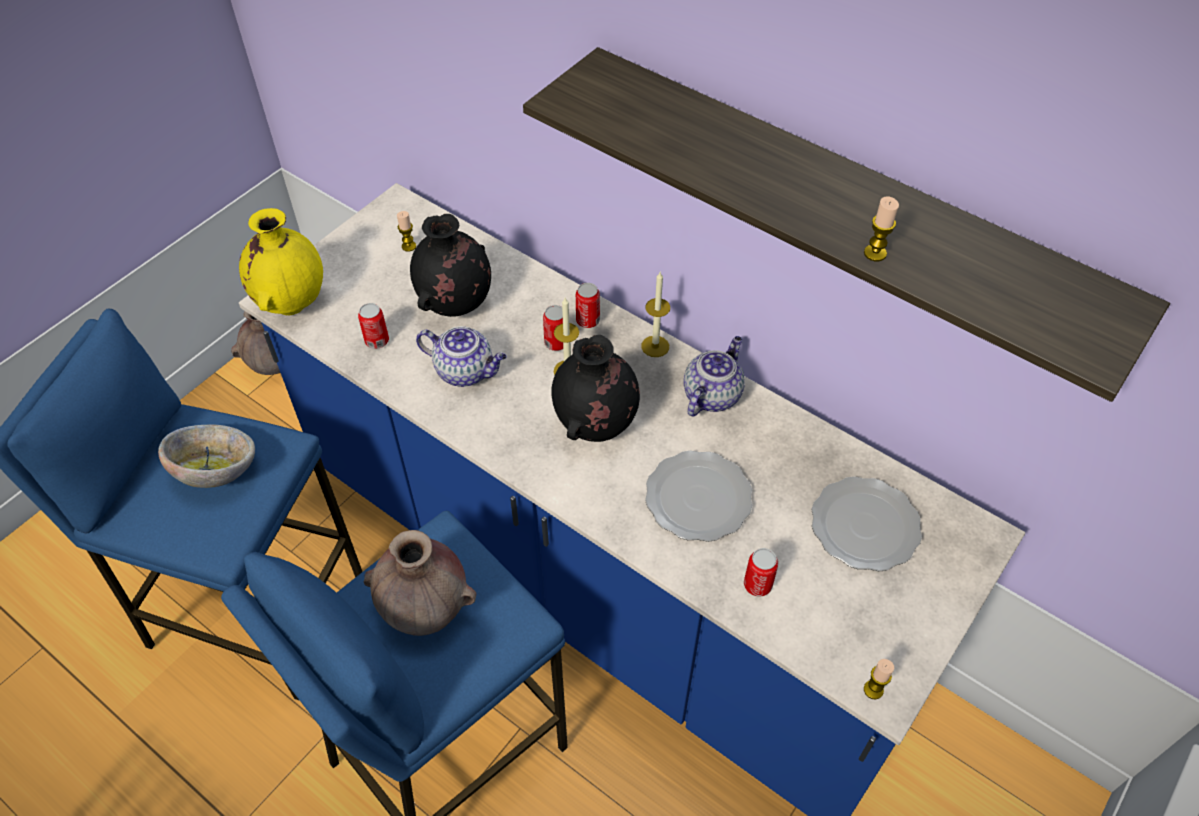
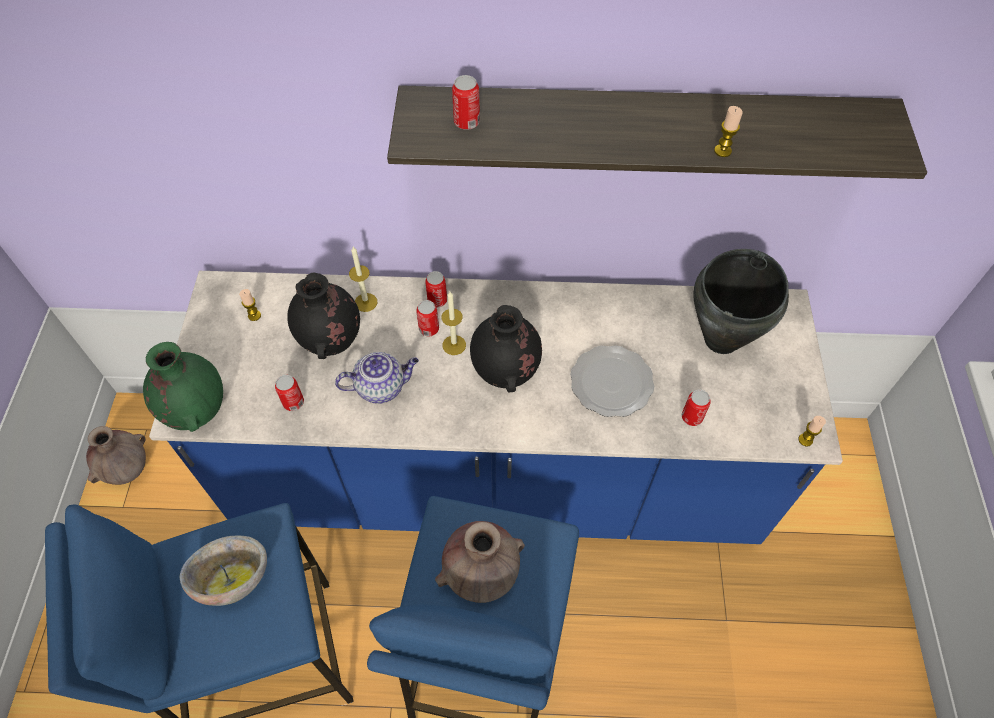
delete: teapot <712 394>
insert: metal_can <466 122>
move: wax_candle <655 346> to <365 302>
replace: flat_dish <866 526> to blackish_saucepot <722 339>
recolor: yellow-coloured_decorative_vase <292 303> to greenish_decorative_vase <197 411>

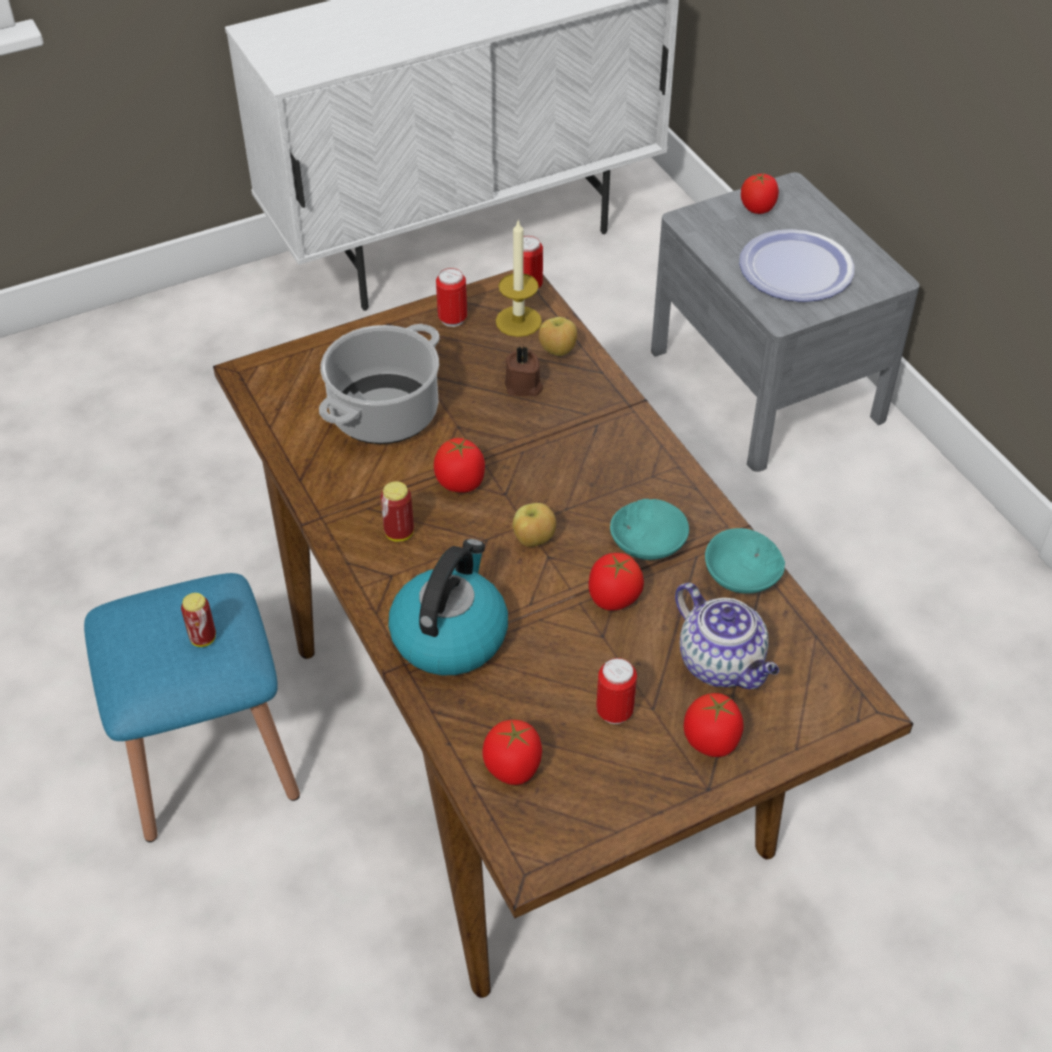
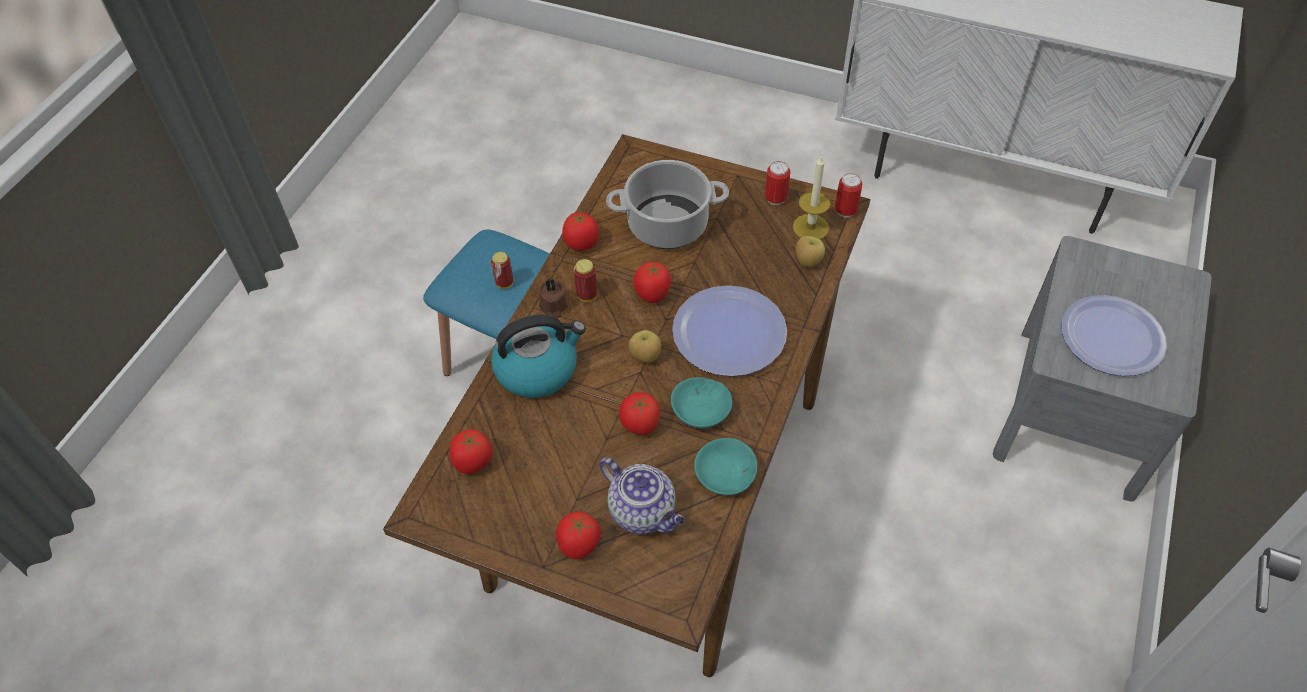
delete: metal_can <614 712>
insert: flat_dish <729 332>
move: fresh_tomato <758 208> to <582 243>; brownish_wax_candle <523 386> to <553 307>
rotate: teapot <723 664> = <644 512> 60 degrees counterclockwise

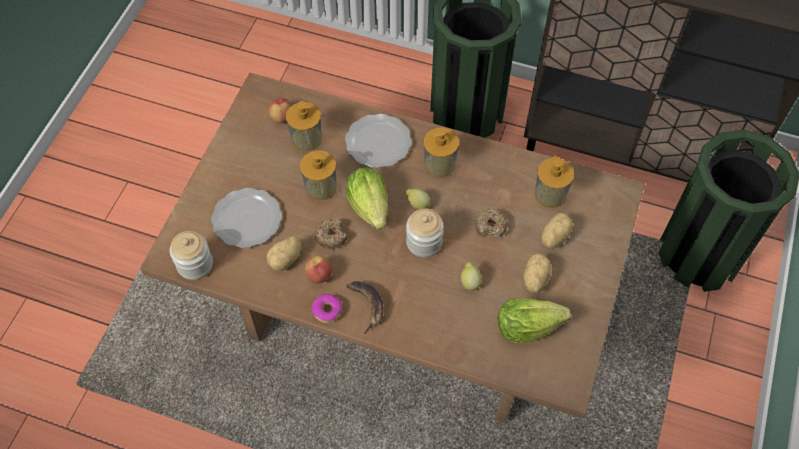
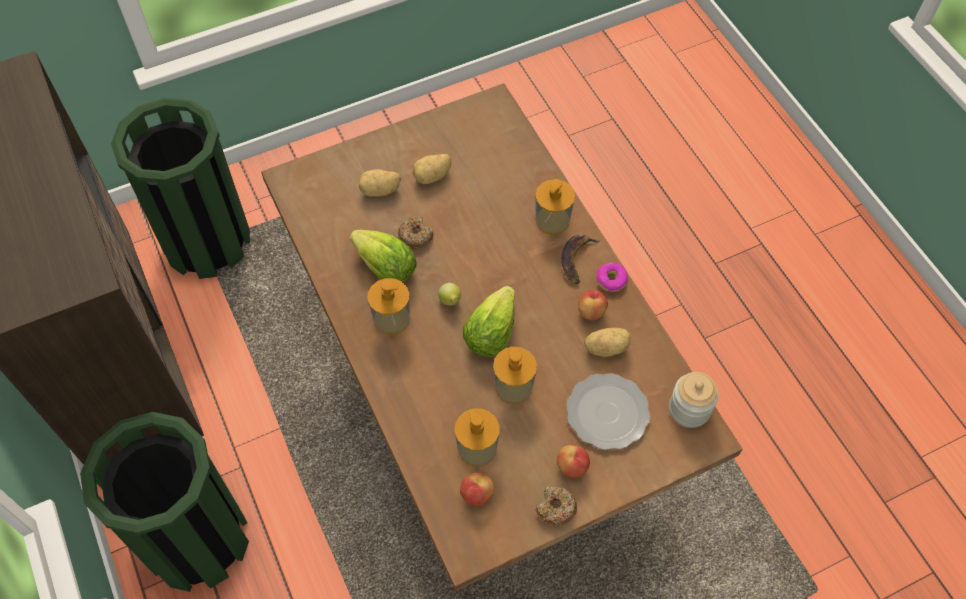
delete: flat_dish <377 143>; jar <424 242>; lemon <470 282>
insert: whole_apple <572 467>
move: liquid_soap_bottle <550 194> to <552 221>; ring_doughnut <331 236> to <555 508>; lettuce_head <526 327> to <386 268>

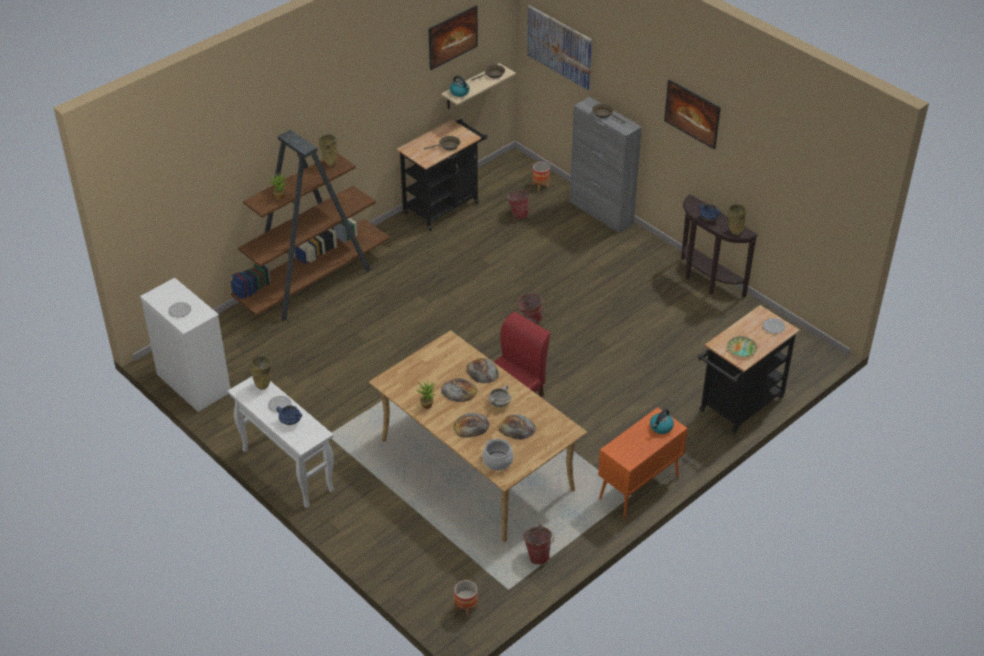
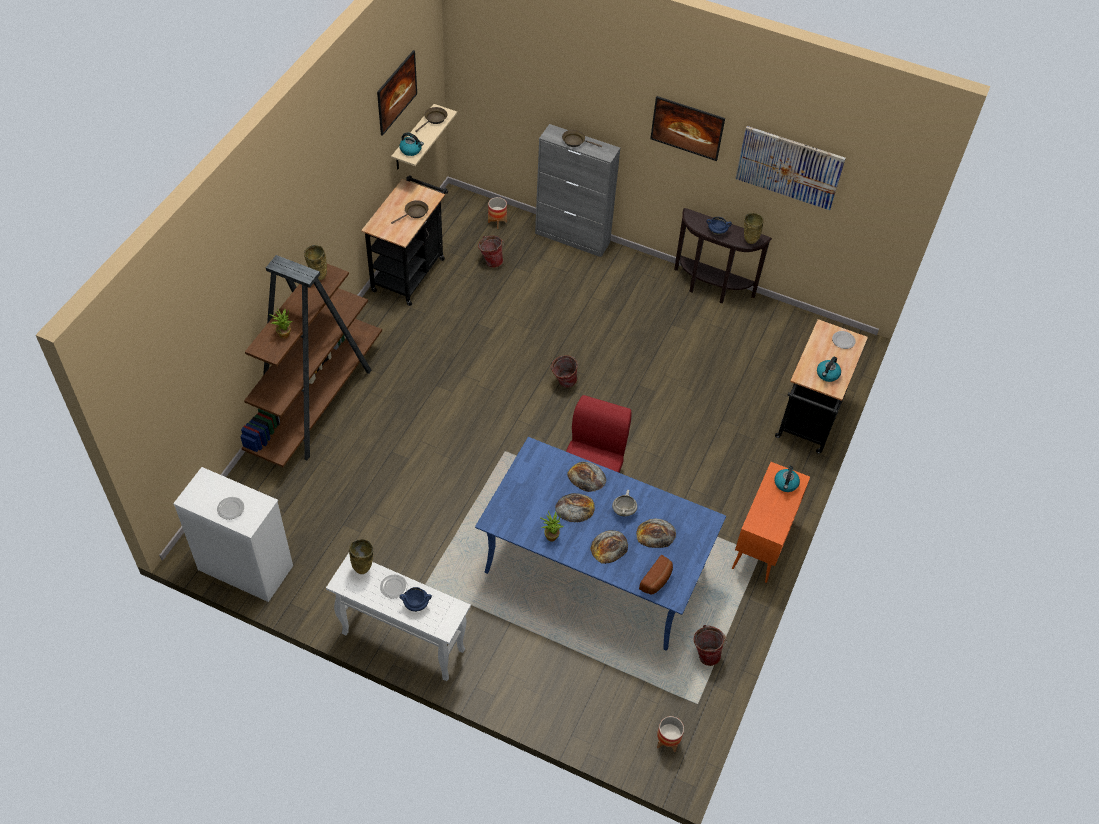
move: wall_art <559 47> to <789 167>
replace: flat_dish <742 348> to tea_kettle <827 374>; saucepot <497 461> to bakery_bread <657 580>
recolor: beige-coloured_dining_table <477 465> to blue_dining_table <595 569>

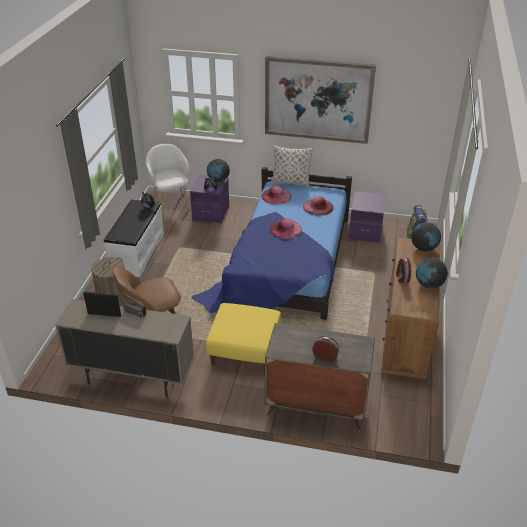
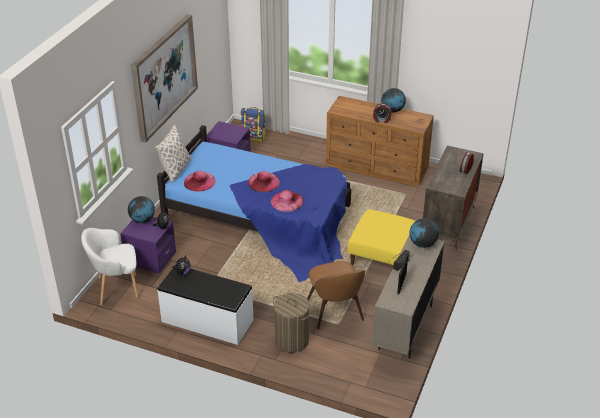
move: pink-coloured_wearable_hat <318 207> to <287 201>; globe <424 248> to <422 244>

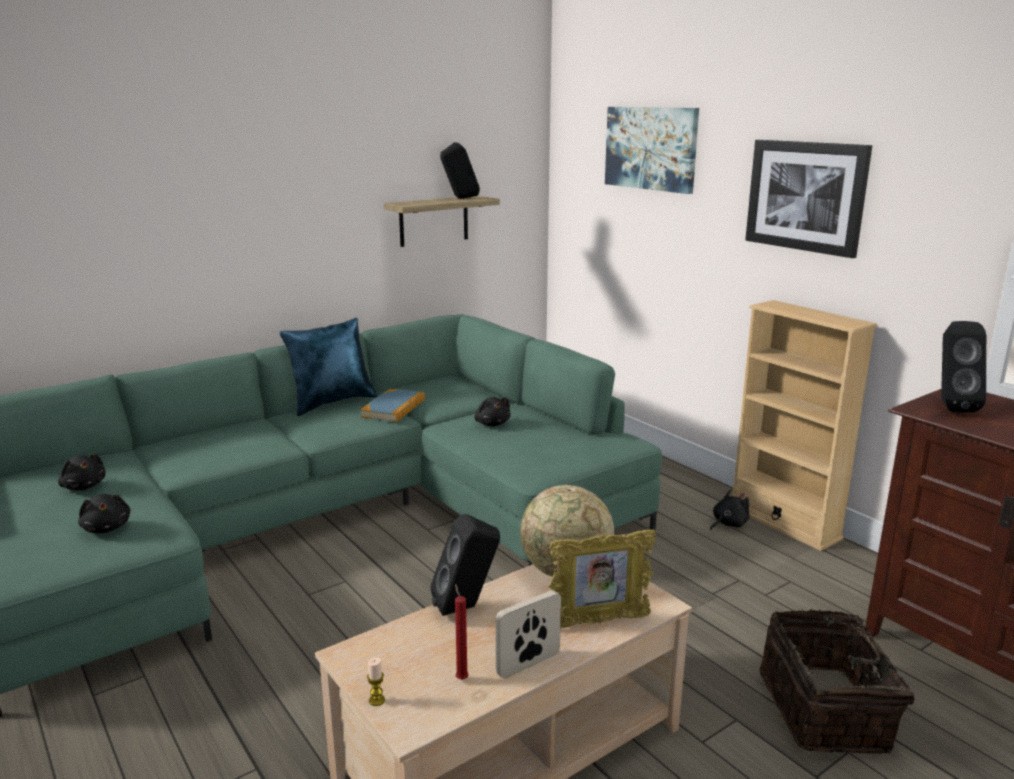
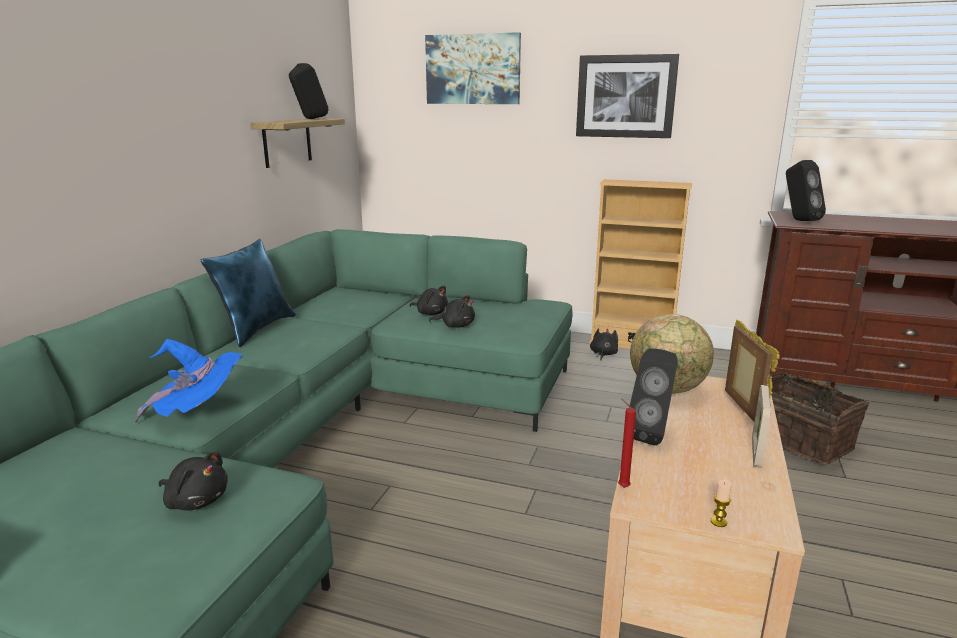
delete: bound_book <393 408>
insert: blue_wearable_hat <201 412>
move: blackish_cuddly_toy <84 486> to <455 325>; reddish_wax_candle <461 678> to <621 487>
rotate: picture_frame <599 622> = <742 411> 45 degrees counterclockwise

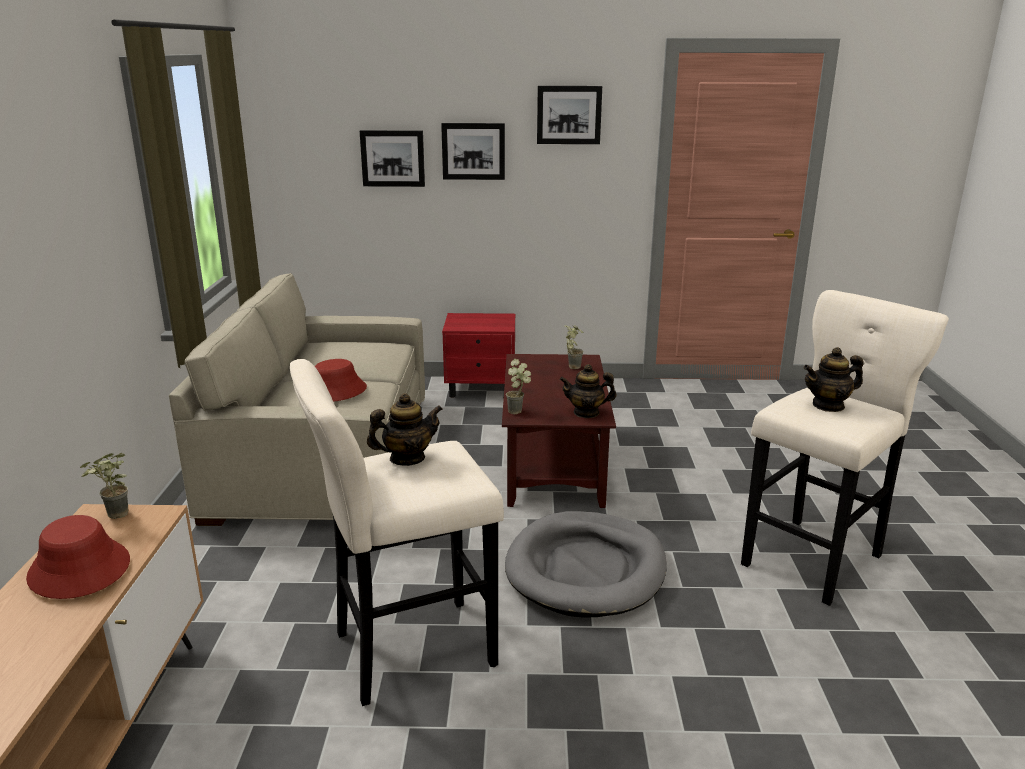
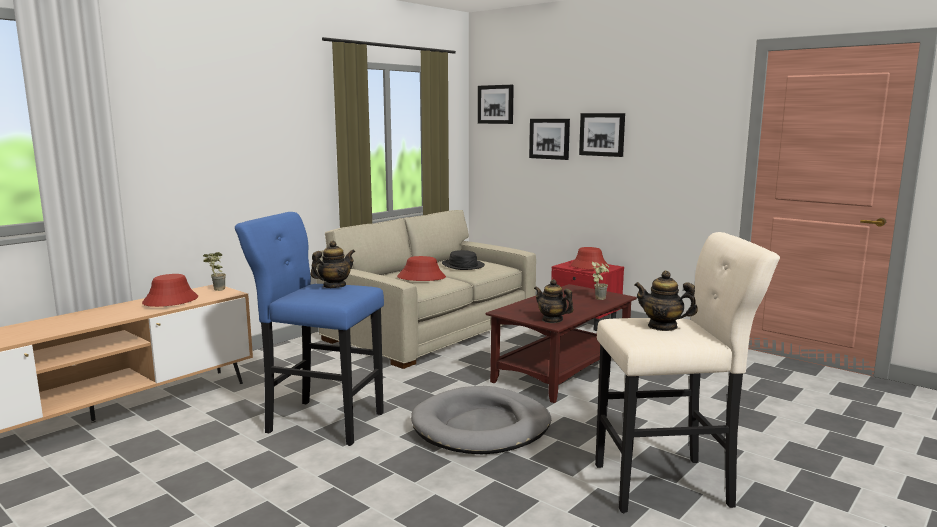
delete: houseplant <519 412>
insert: reddish_wearable_hat <589 266>; blackish_wearable_hat <463 265>
move: wall_art <569 115> to <496 104>
recolor: beige-coloured_stool_seat <406 651> to blue_stool_seat <320 421>
rotate: teapot <407 459> = <334 286> 60 degrees counterclockwise

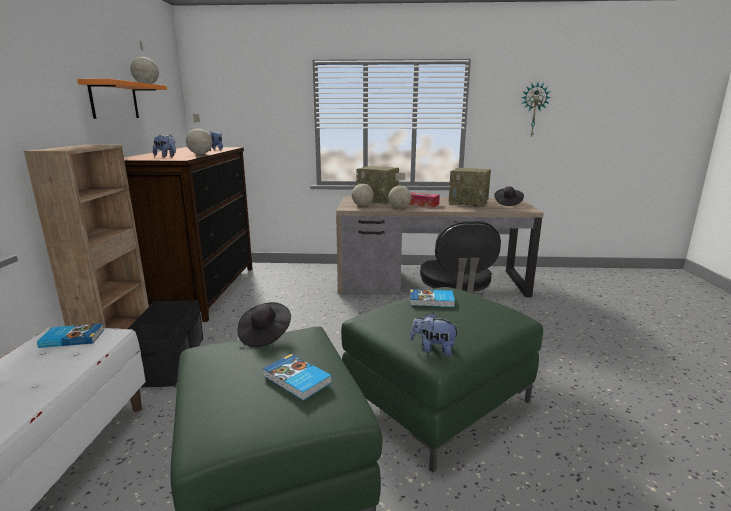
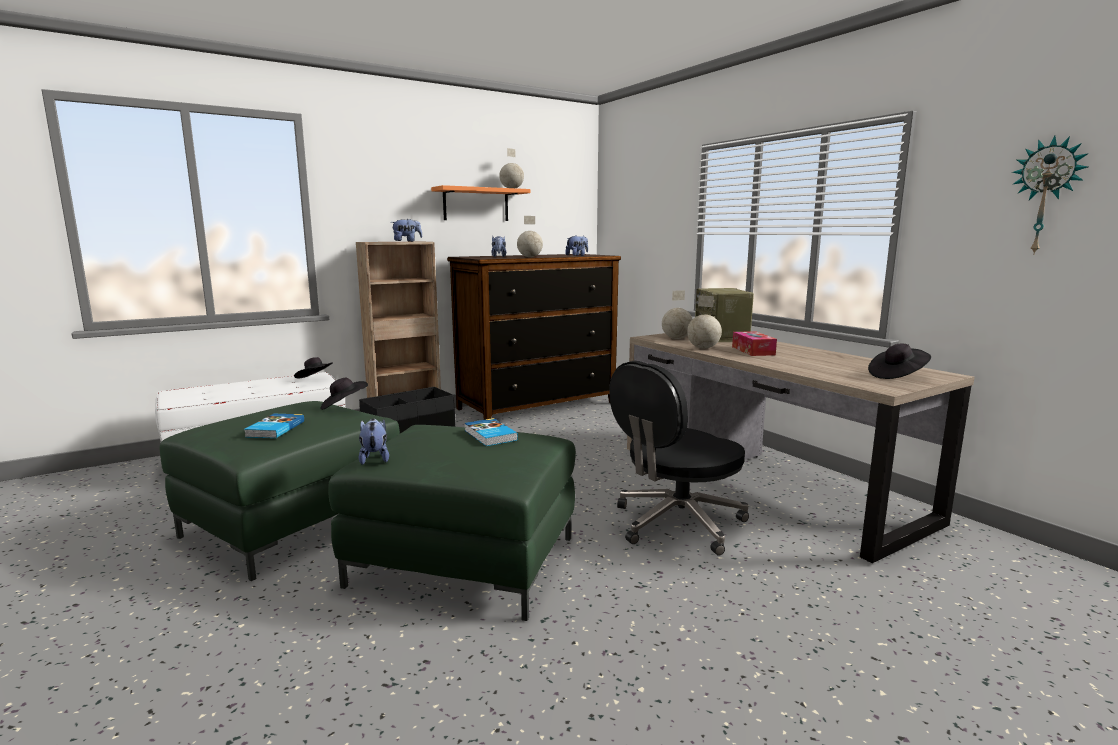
delete: radio <469 203>
insert: cuddly_toy <407 241>
replace: bound_book <72 338> to blackish_wearable_hat <315 379>

